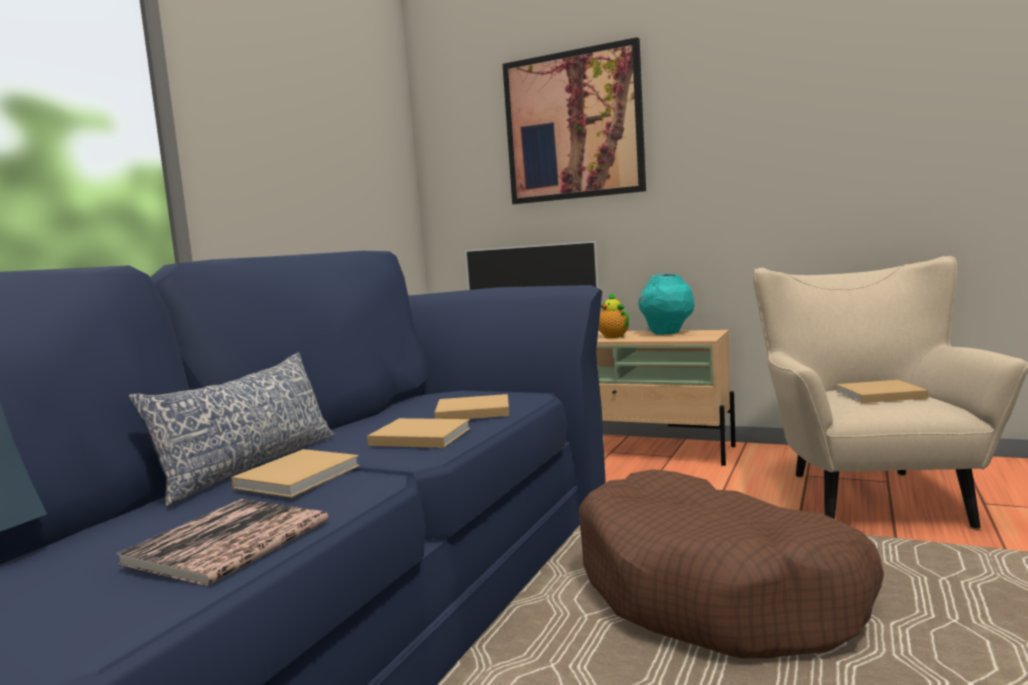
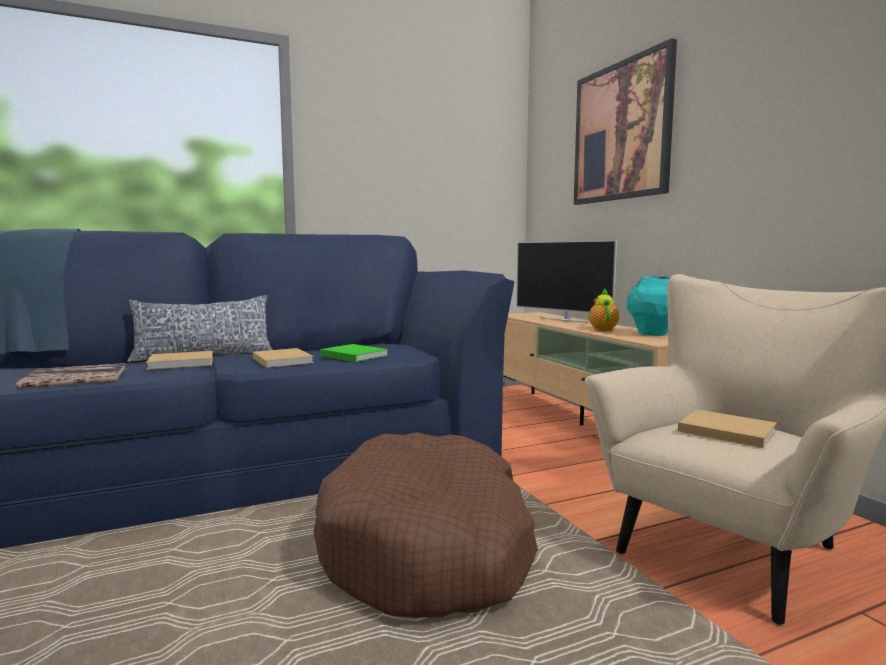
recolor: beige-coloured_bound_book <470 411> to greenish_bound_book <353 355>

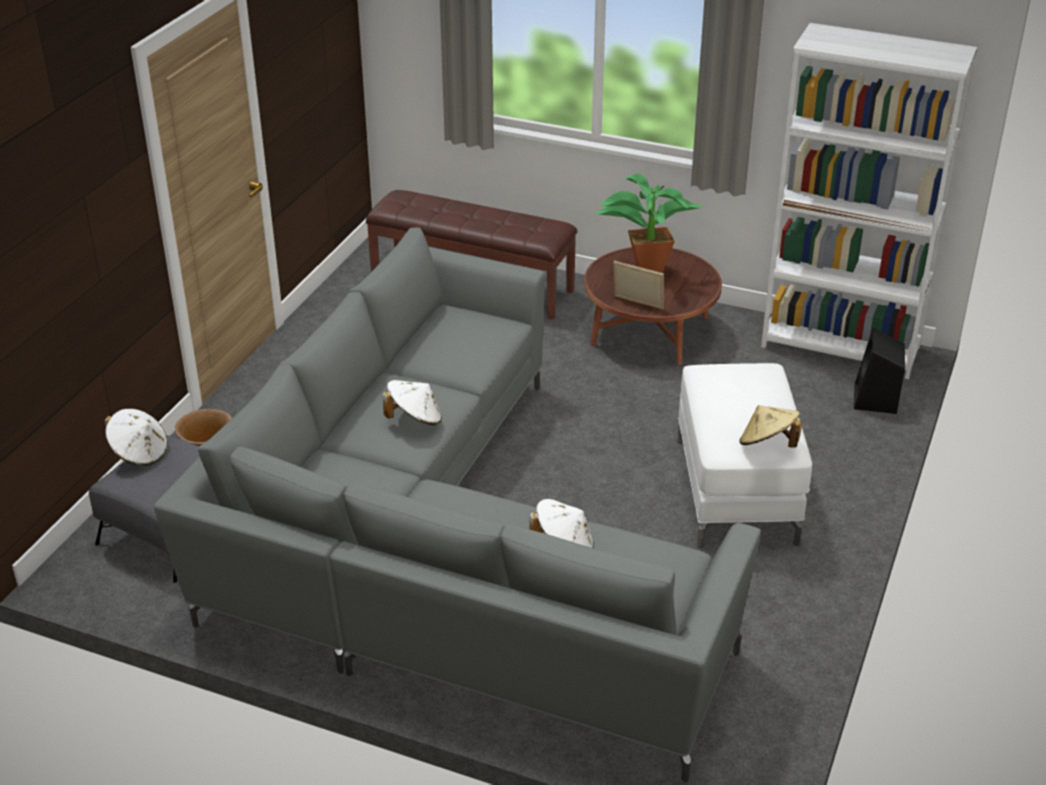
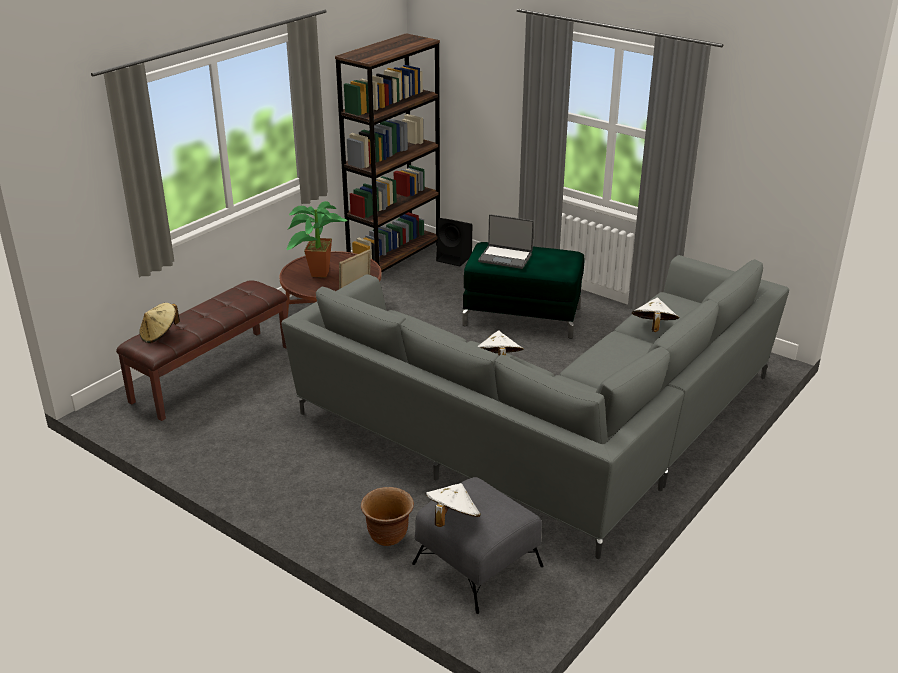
insert: portable_computer <505 257>
move: beige-coloured_wearable_hat <767 444> to <160 335>
recolor: whitish_shelving_unit <841 347> to brownish_shelving_unit <395 256>; whitish_ottoman <737 491> to greenish_ottoman <523 316>

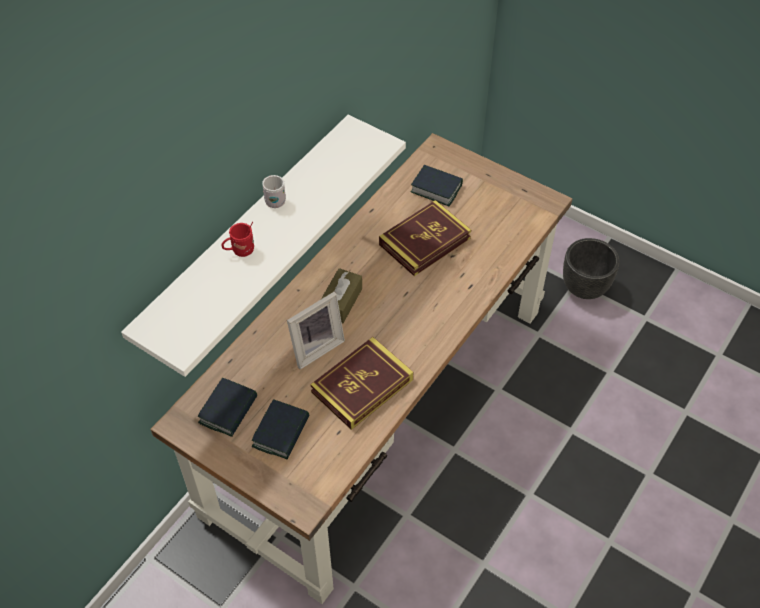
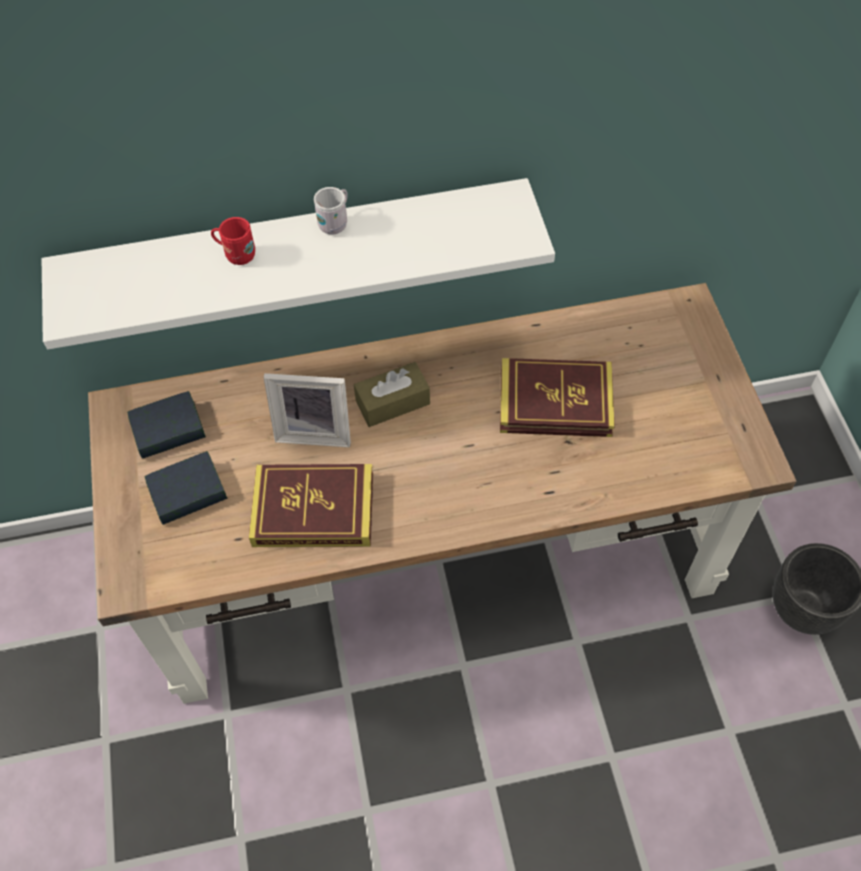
delete: bound_book <436 188>

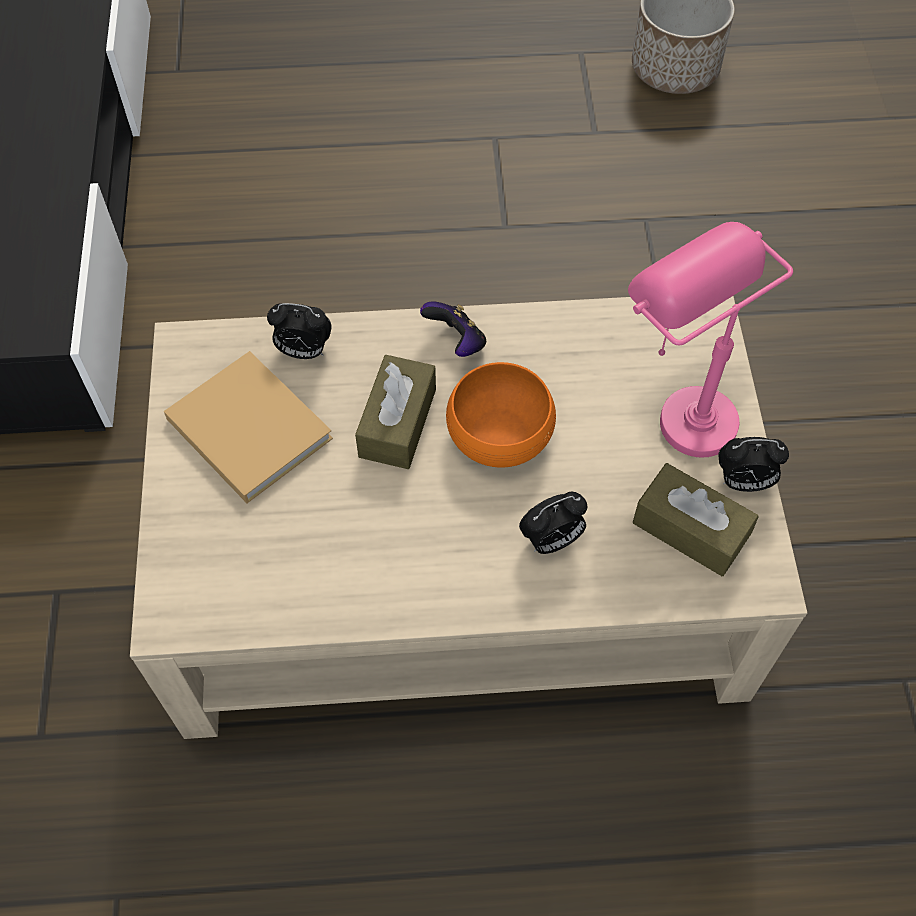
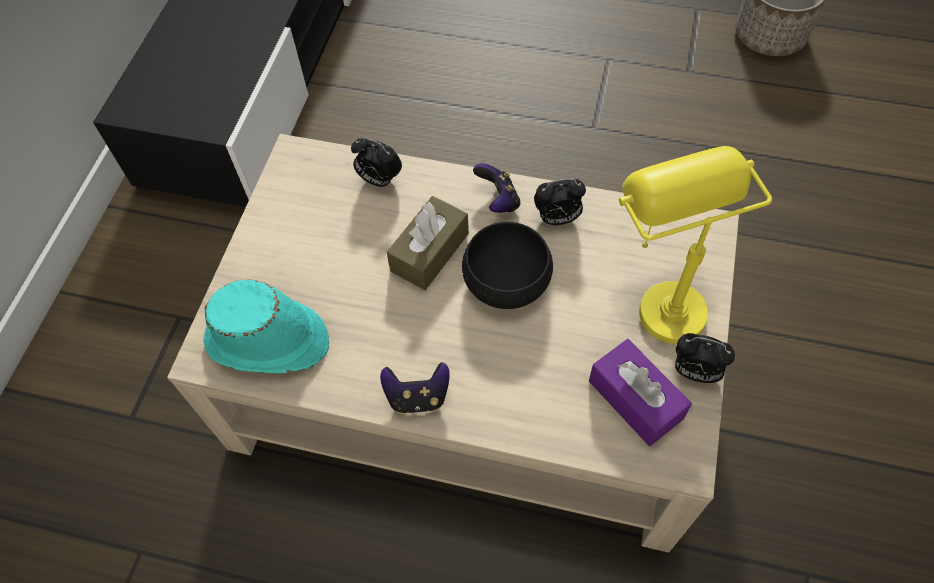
delete: beige-coloured_bound_book <246 426>
insert: turquoise_wearable_hat <268 341>; game_controller <417 397>
move: bedside_clock <551 541> to <557 219>
recolor: pink-coloured_tabletop_lamp <677 407> to yellow-coloured_tabletop_lamp <659 295>; orange-coloured_bowl <499 432> to blackish_bowl <506 279>; brownish_tissue_holder <690 529> to purple_tissue_holder <635 399>

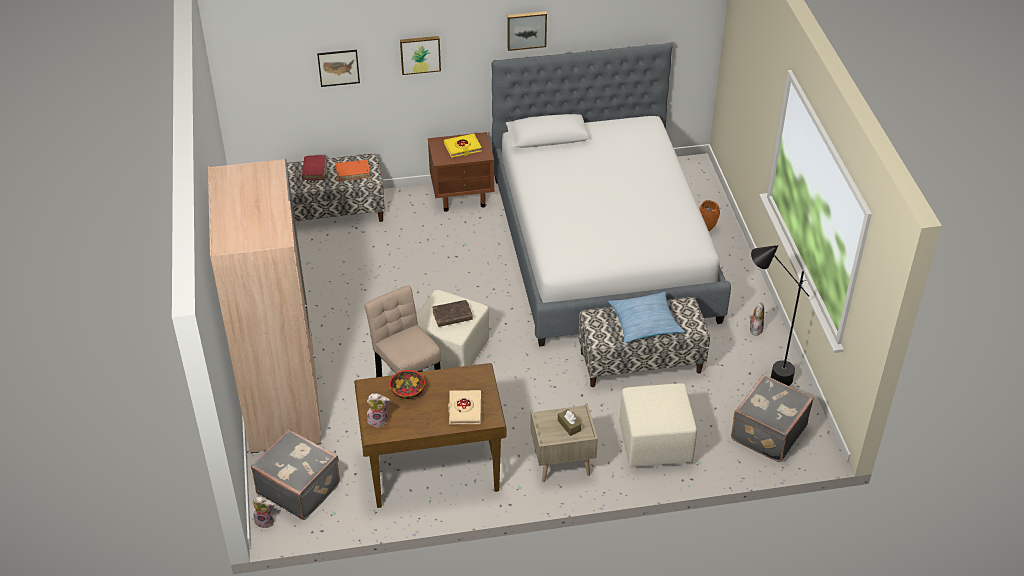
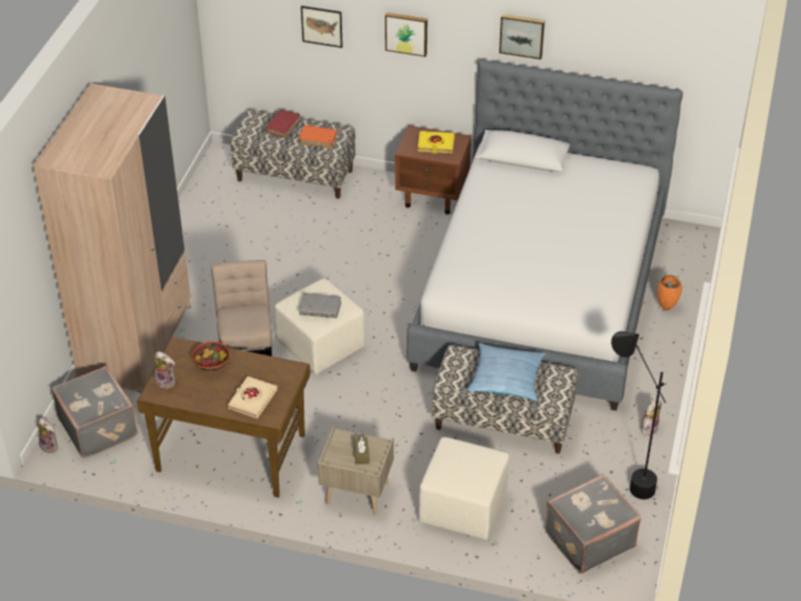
recolor: brownish_bound_book <452 316> to gray_bound_book <320 309>

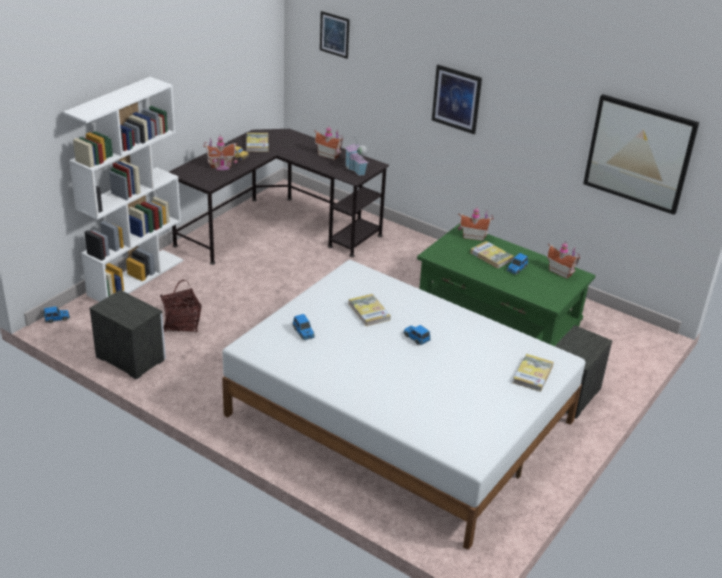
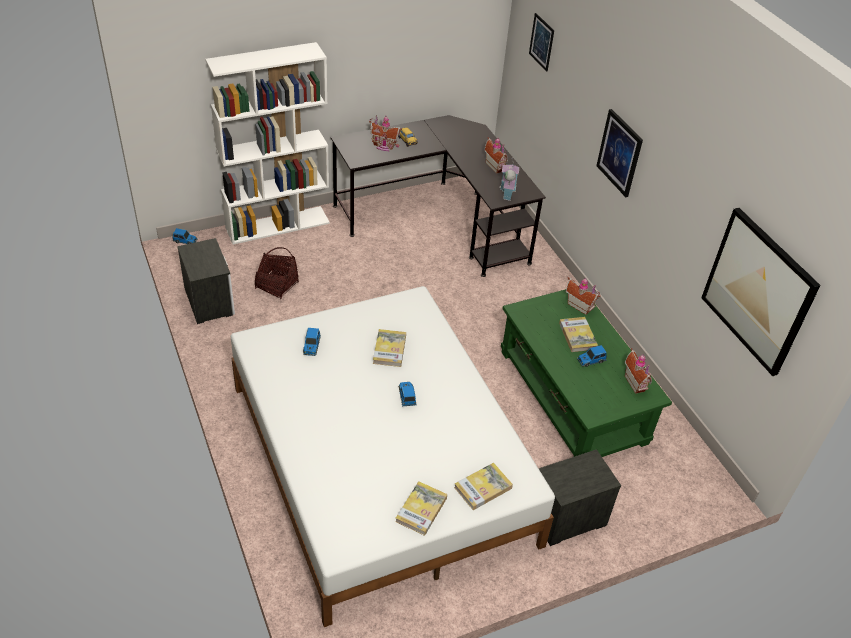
move: bound_book <257 144> to <421 509>

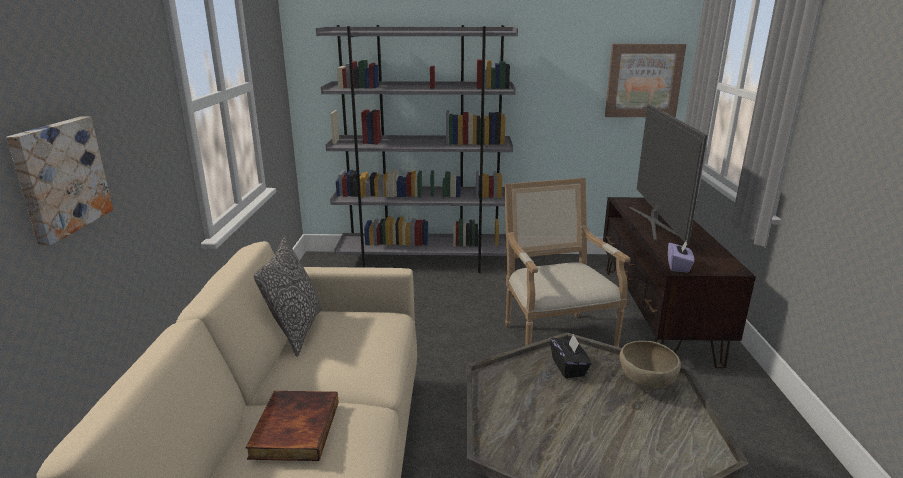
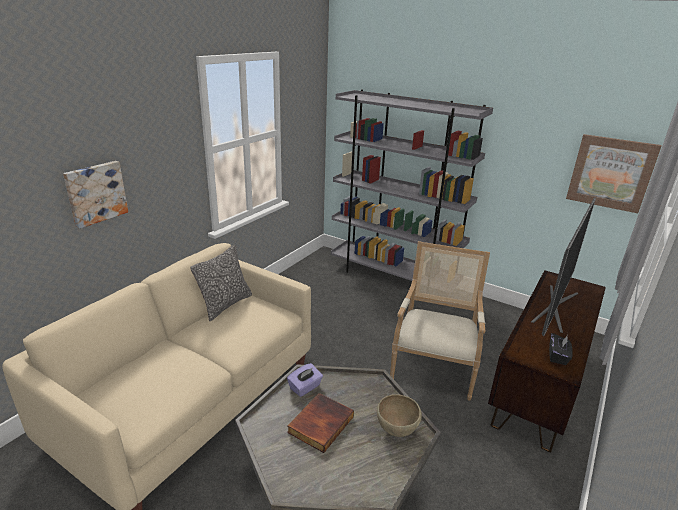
move: purple_tissue_holder <678 266> to <305 387>; blackish_tissue_holder <569 367> to <558 356>; bound_book <294 428> to <320 423>

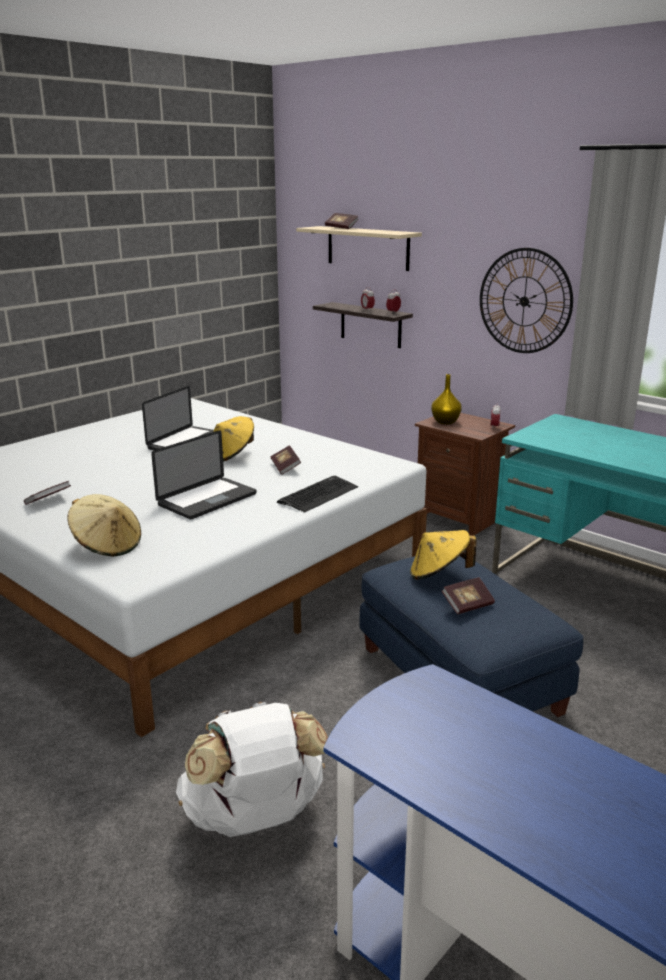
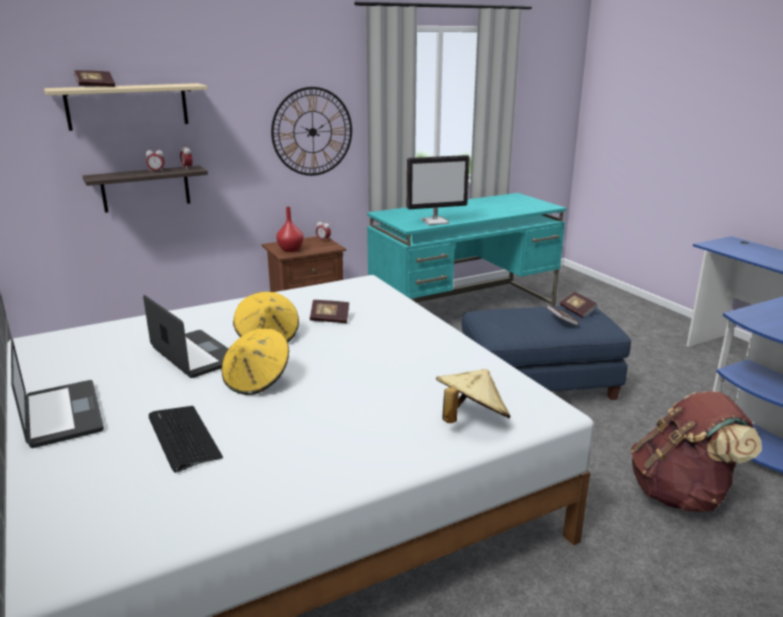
insert: computer_screen <435 221>
move: portable_computer <207 499> to <62 414>; computer_keyboard <318 495> to <183 438>; bound_book <48 501> to <577 311>; yellow-coloured_wearable_hat <439 574> to <257 381>
recolor: yellow-coloured_decorative_vase <445 422> to reddish_decorative_vase <291 250>; whitish_knapsack <255 818> to brownish_knapsack <681 494>

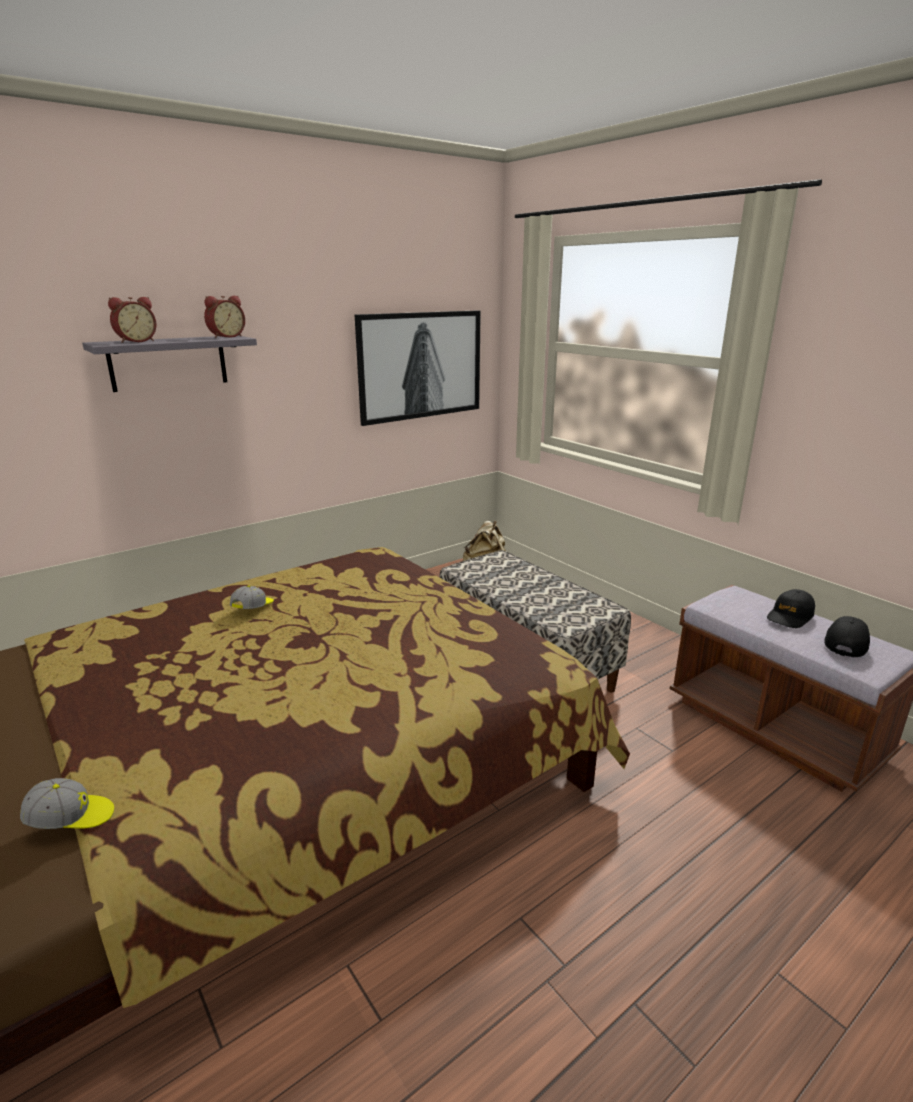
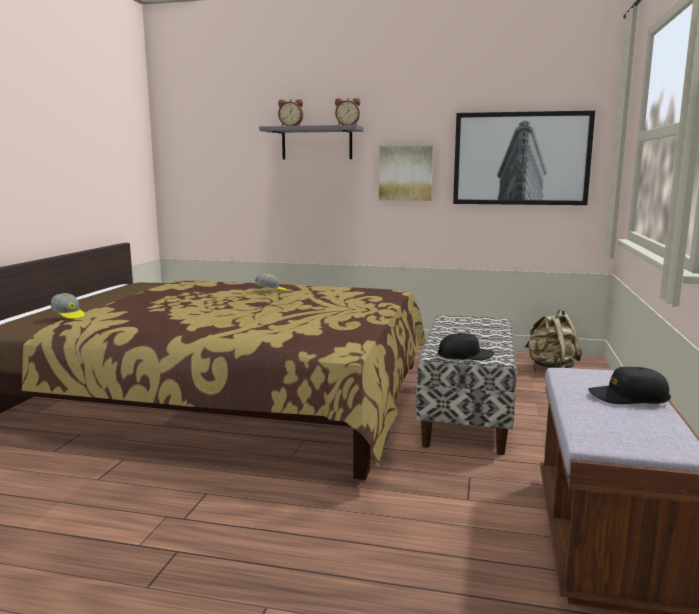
insert: wall_art <406 173>
move: blackish_cap <846 643> to <465 356>

